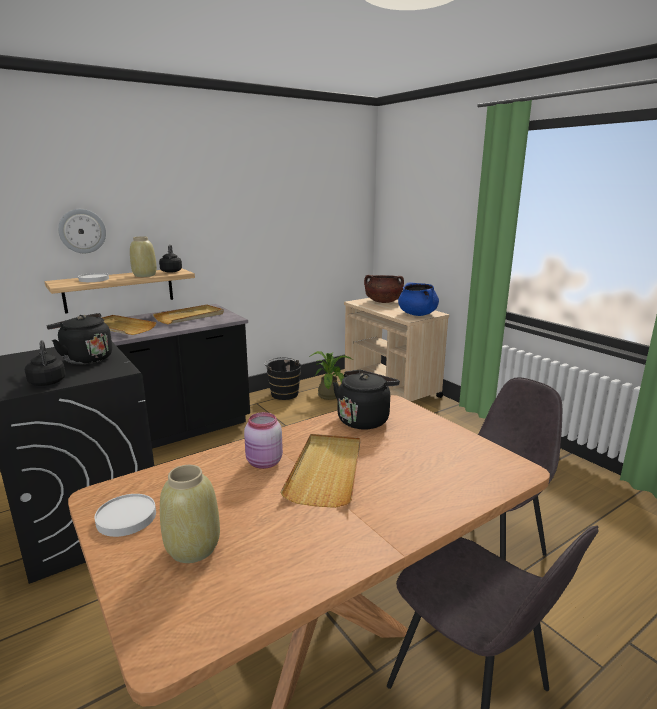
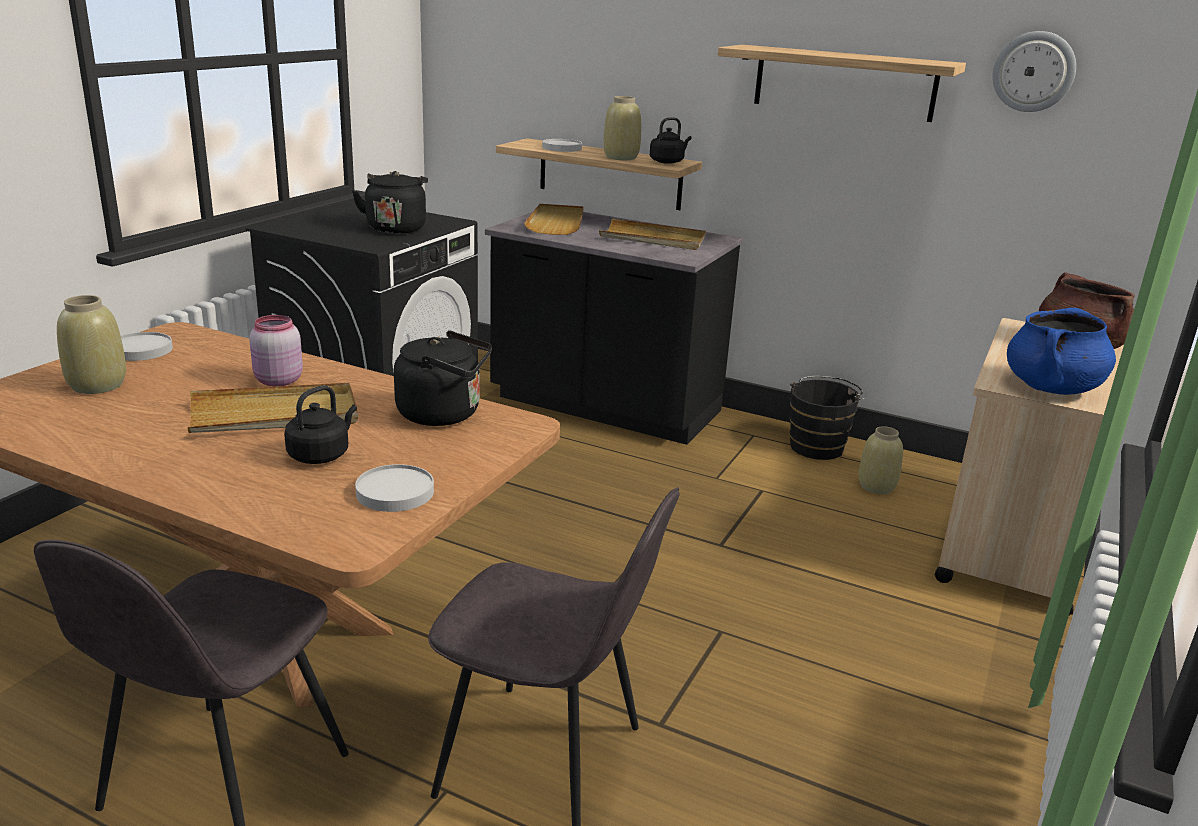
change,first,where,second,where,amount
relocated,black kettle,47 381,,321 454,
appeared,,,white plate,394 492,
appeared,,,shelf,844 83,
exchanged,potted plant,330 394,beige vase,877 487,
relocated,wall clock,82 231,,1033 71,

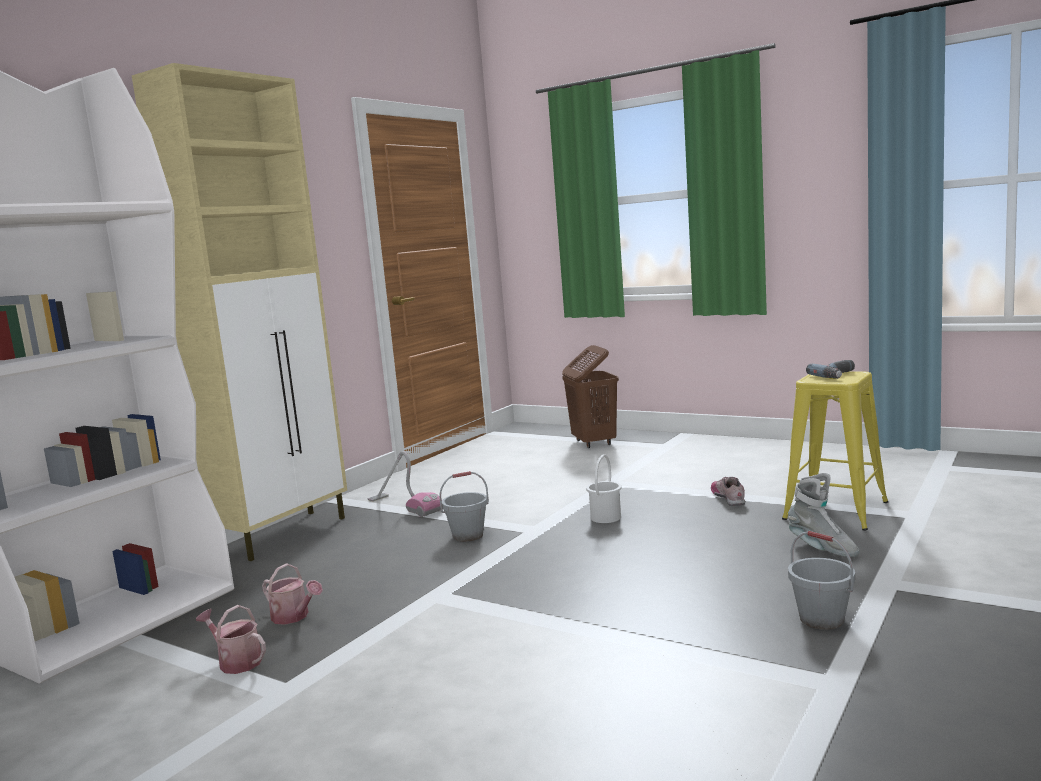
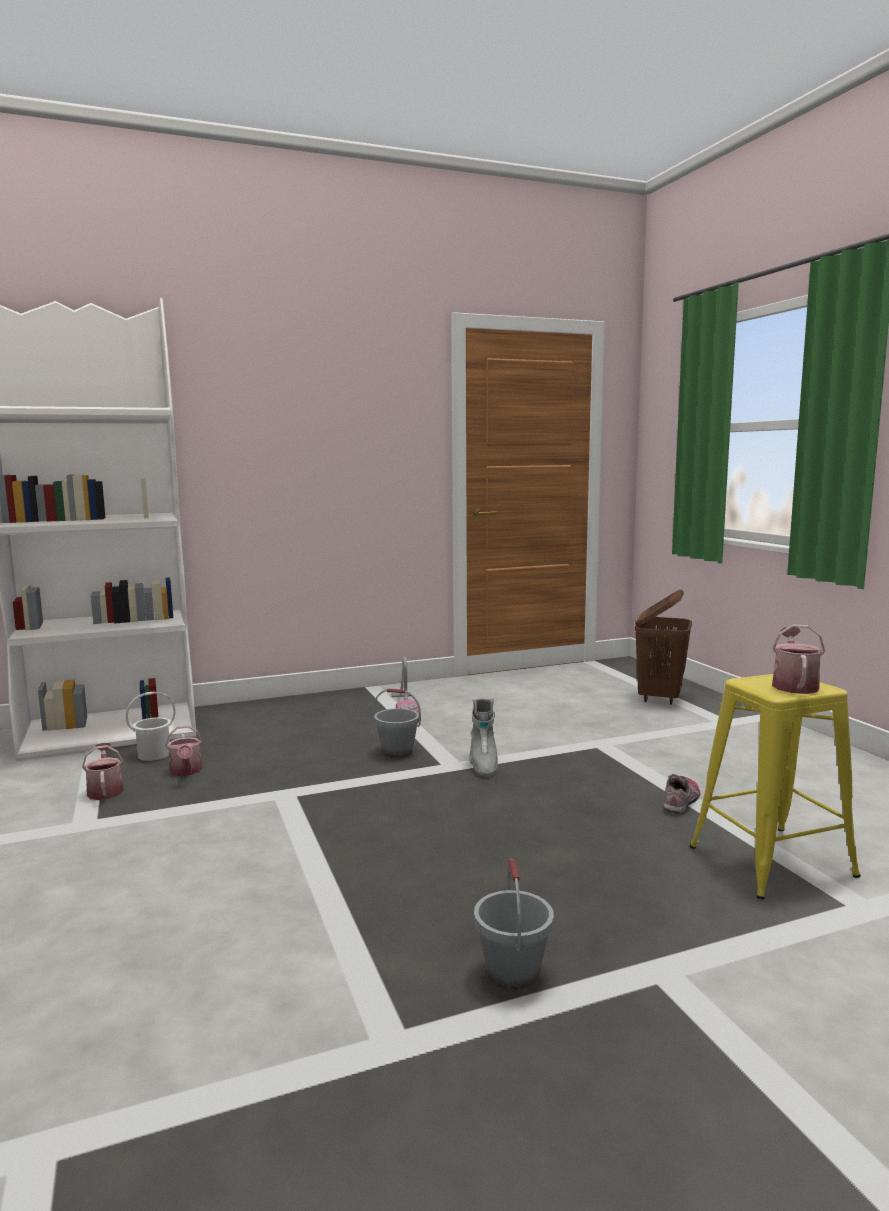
change,first,where,second,where,amount
relocated,white bucket,605 517,,154 754,
relocated,grey boot,822 548,,482 764,
exchanged,power drill,838 375,watering can,794 685,
missing,beige cabinet,285 534,,,

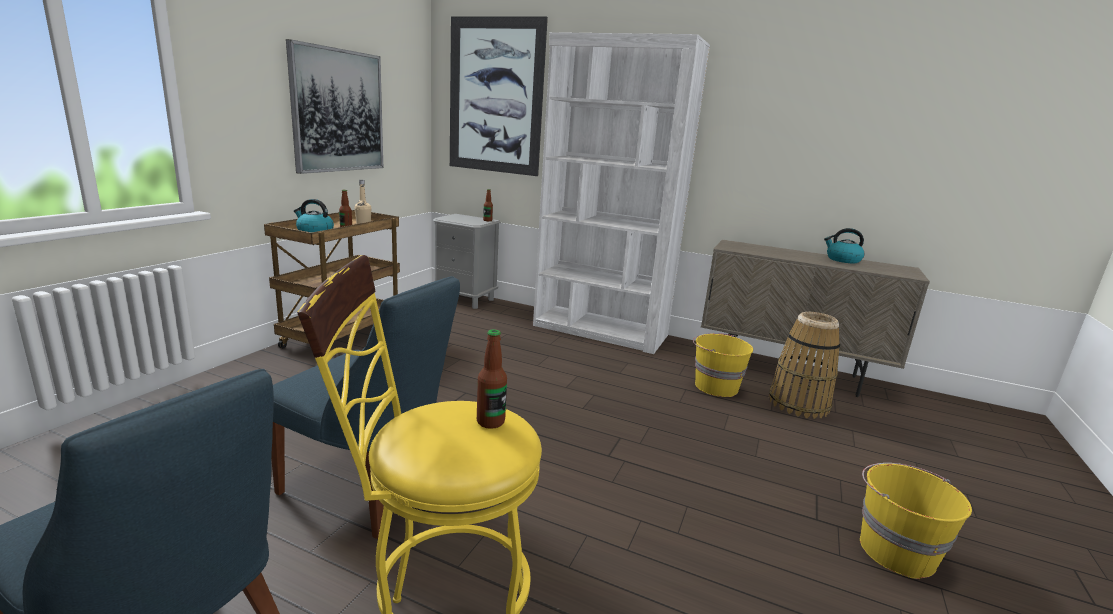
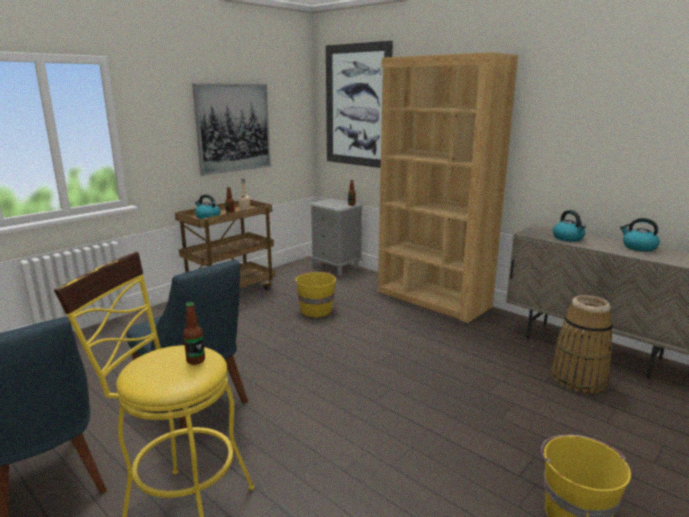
change,first,where,second,where,amount
relocated,yellow bucket,715 386,,315 310,
colour,white bookcase,600 331,brown bookcase,433 299,
appeared,,,kettle,568 238,

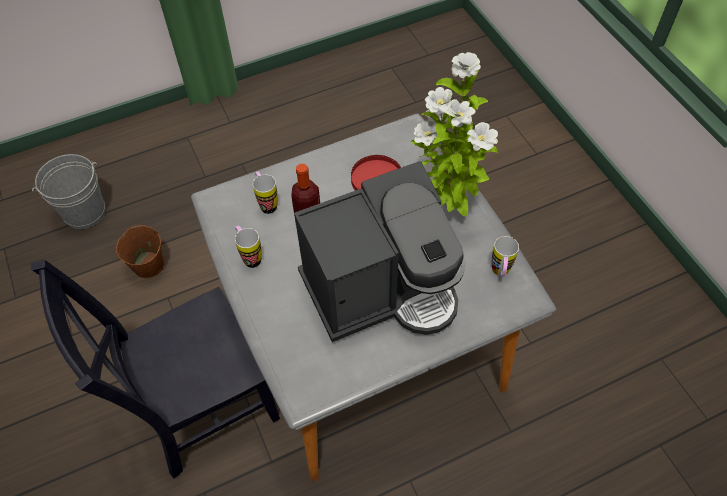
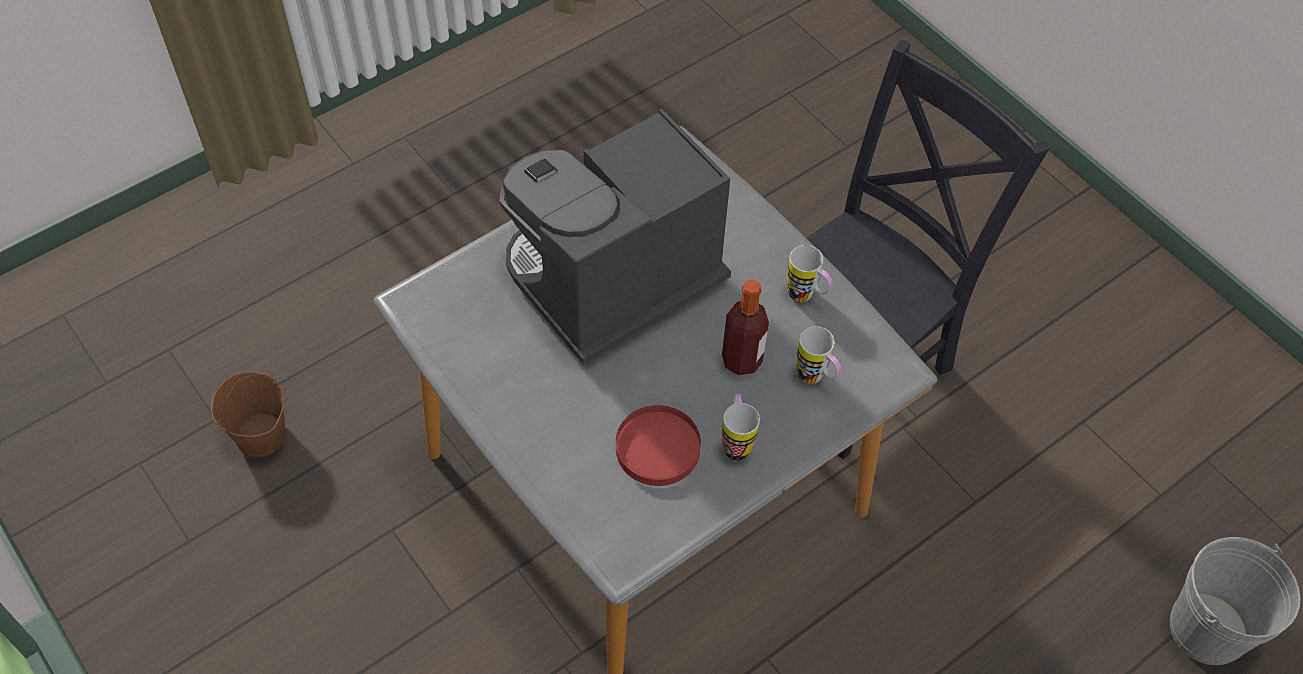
change,first,where,second,where,amount
relocated,brown bucket,148 265,,261 436,
relocated,mug,500 273,,736 441,
missing,potted plant,448 205,,,

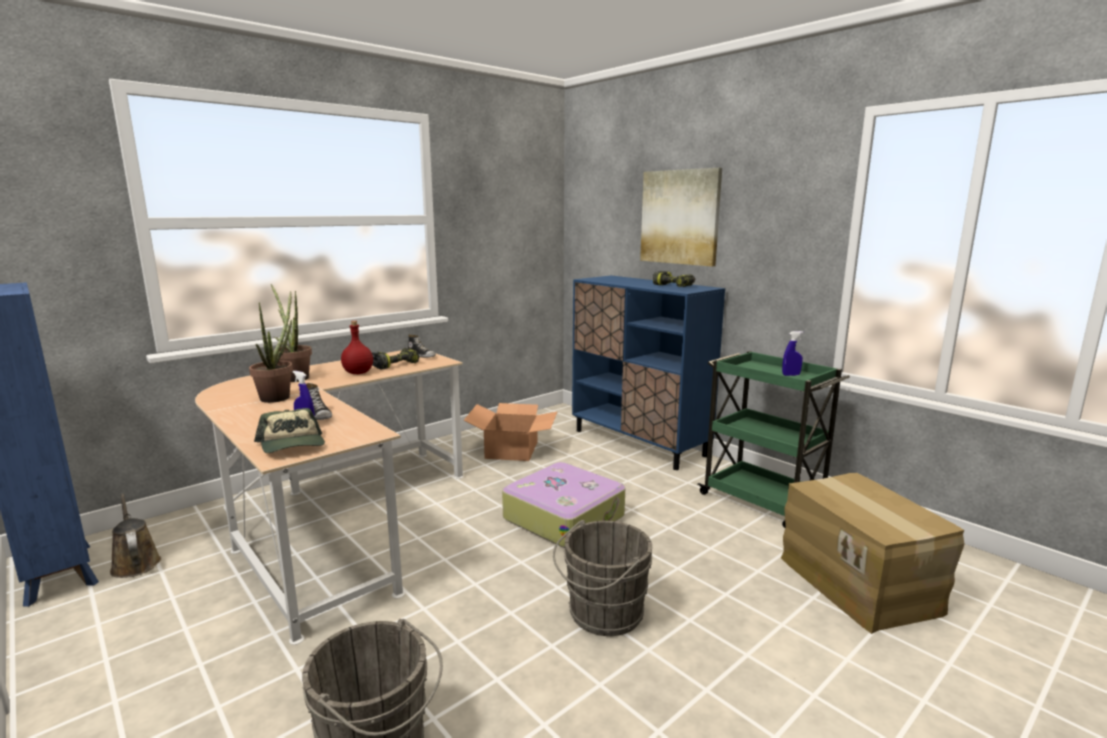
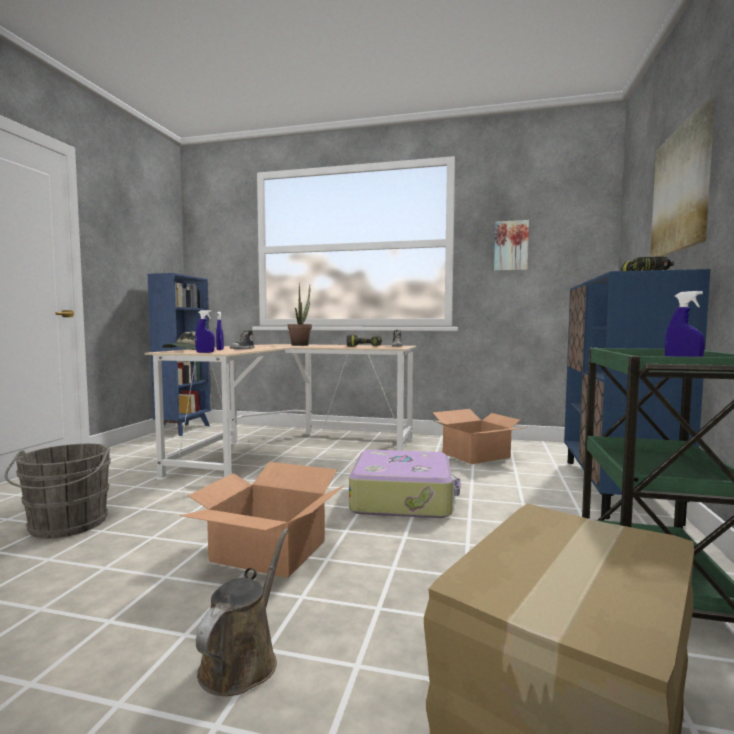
change,first,where,second,where,amount
exchanged,grey bucket,602 614,cardboard box,268 551,
appeared,,,blue spray bottle,205 352,
relocated,brown watering can,135 563,,242 660,
appeared,,,picture,511 246,
missing,potted plant,279 396,,,
missing,red bottle,359 373,,,

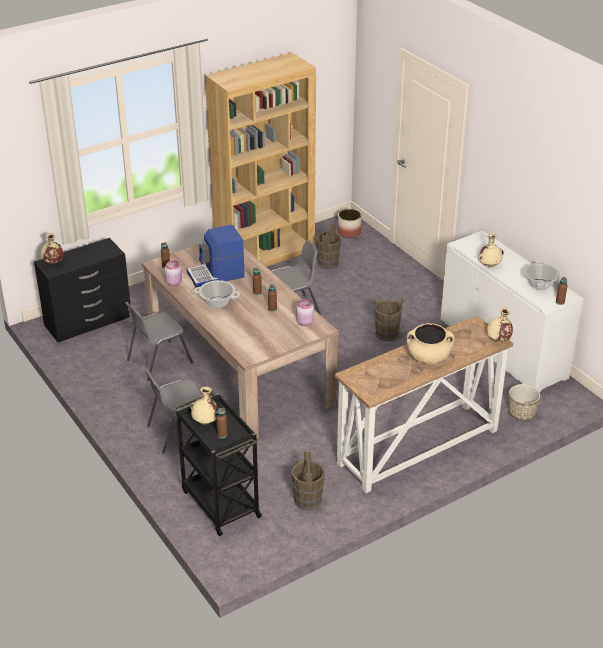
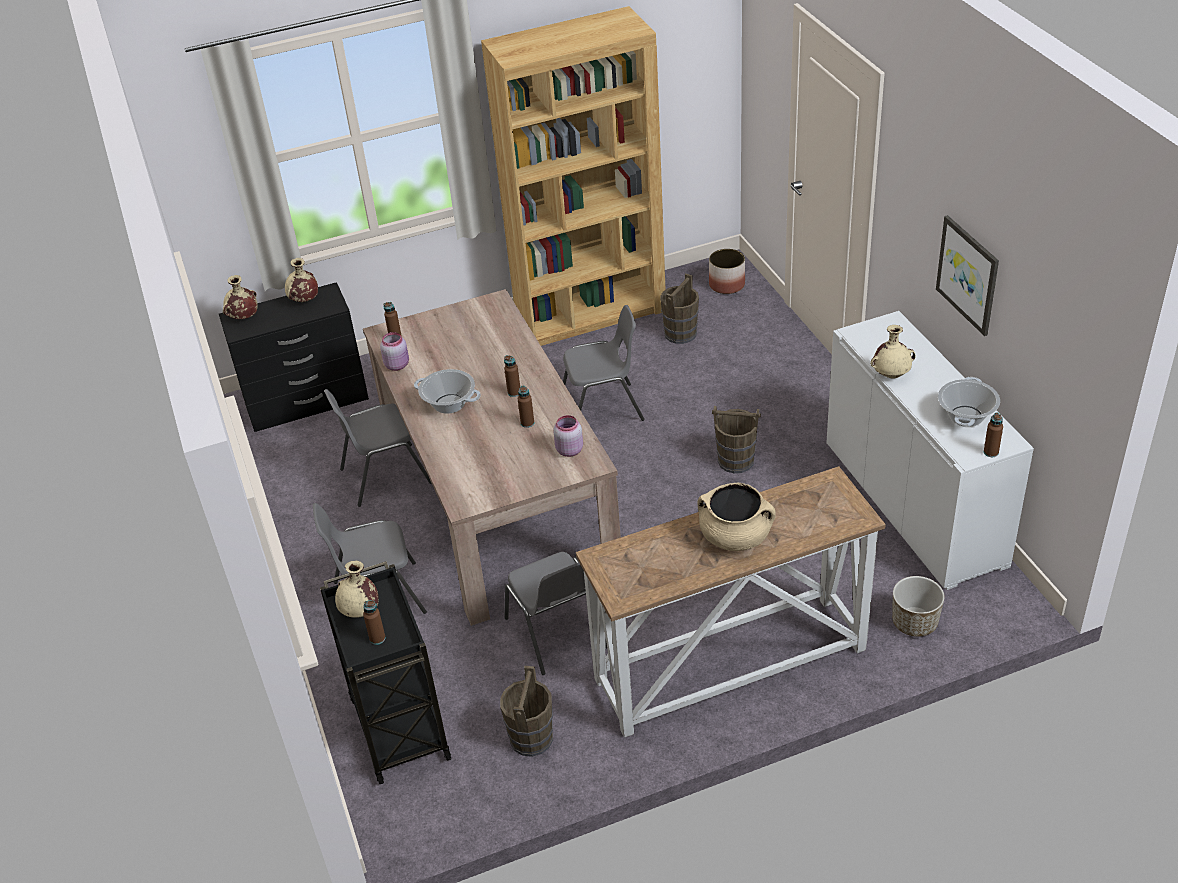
change,first,where,second,where,amount
relocated,beige vase,498 340,,304 300,
appeared,,,grey chair,556 634,
appeared,,,picture,968 274,
missing,coffee machine,216 275,,,

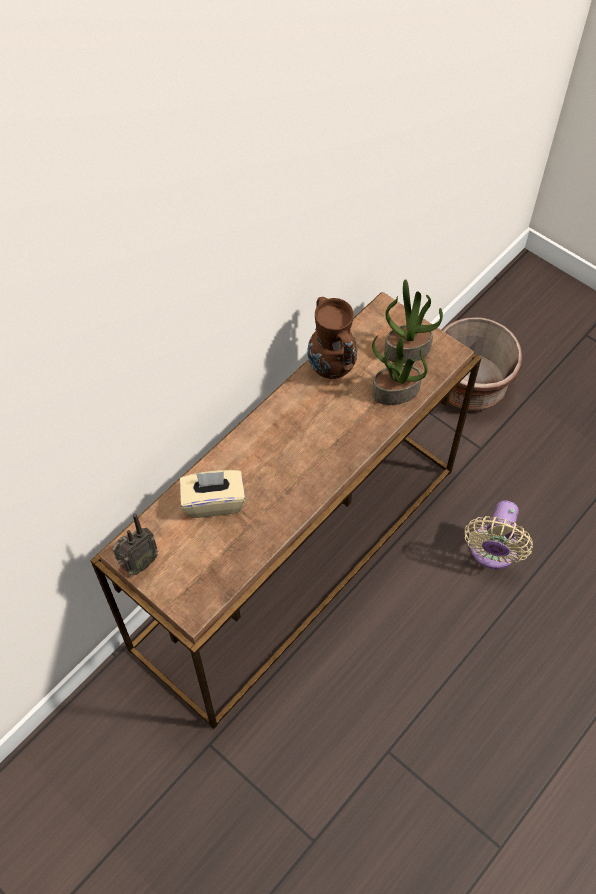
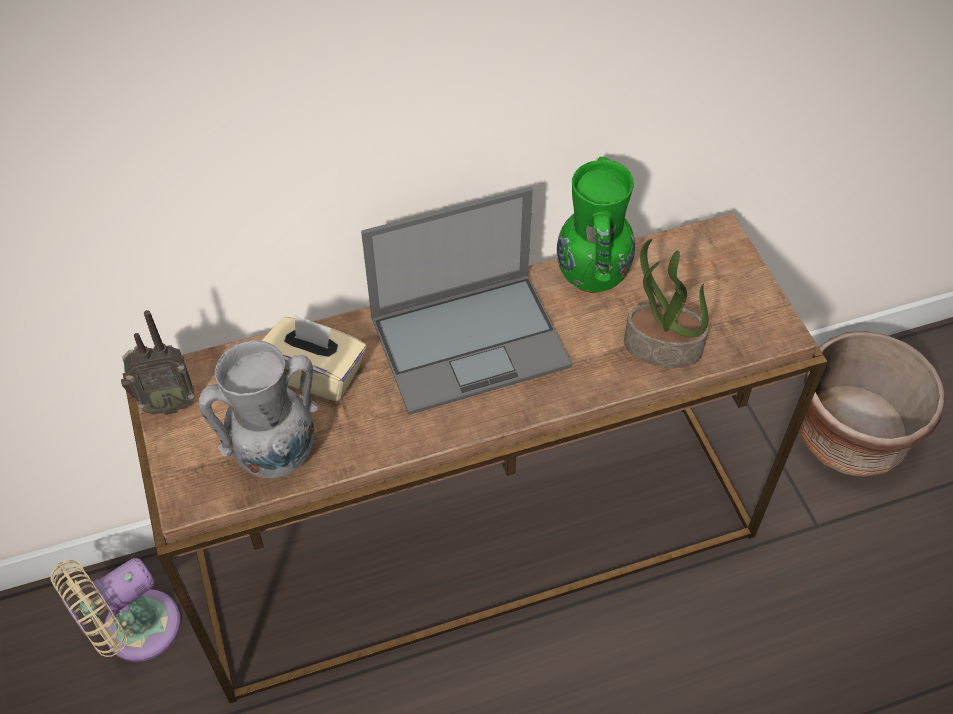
change,first,where,second,where,amount
relocated,beige fan,492 552,,134 631,
appeared,,,grey vase,274 457,
appeared,,,laptop,472 340,
colour,brown vase,331 369,green vase,591 279,
missing,potted plant,407 350,,,

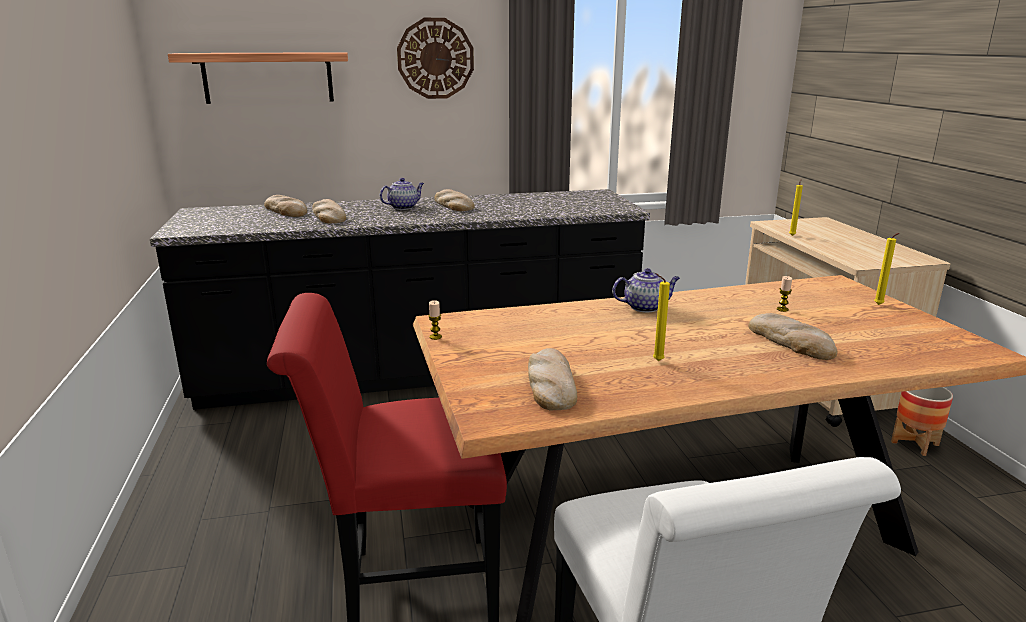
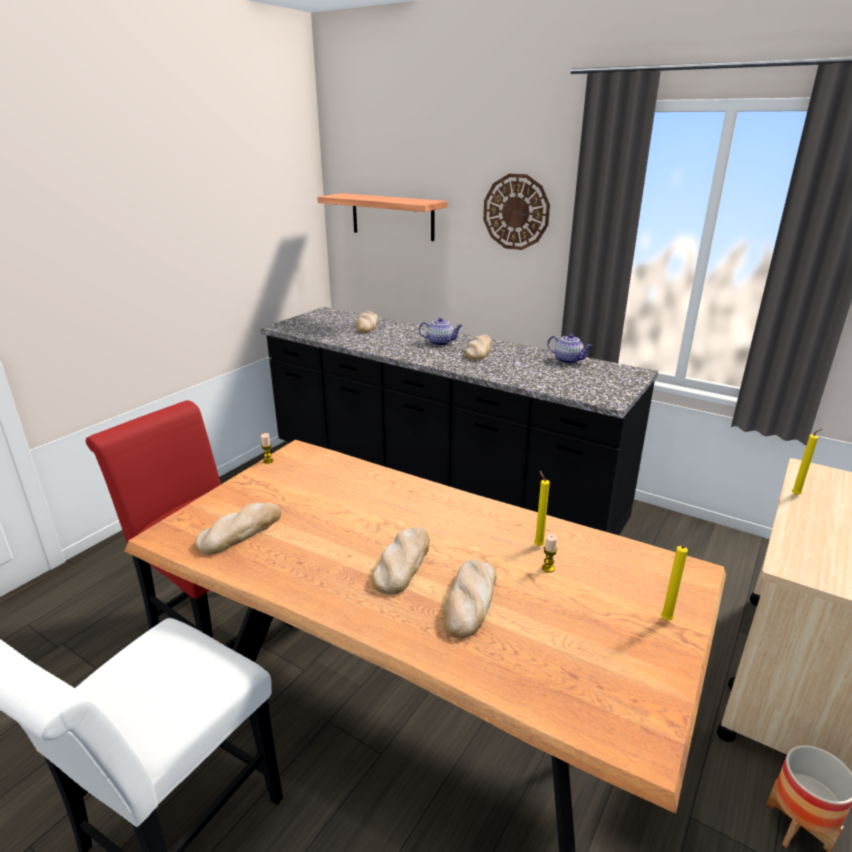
change,first,where,second,where,amount
relocated,bread,328 216,,402 563,
relocated,yellow candle,656 360,,537 545,
relocated,teapot,645 307,,568 360,

